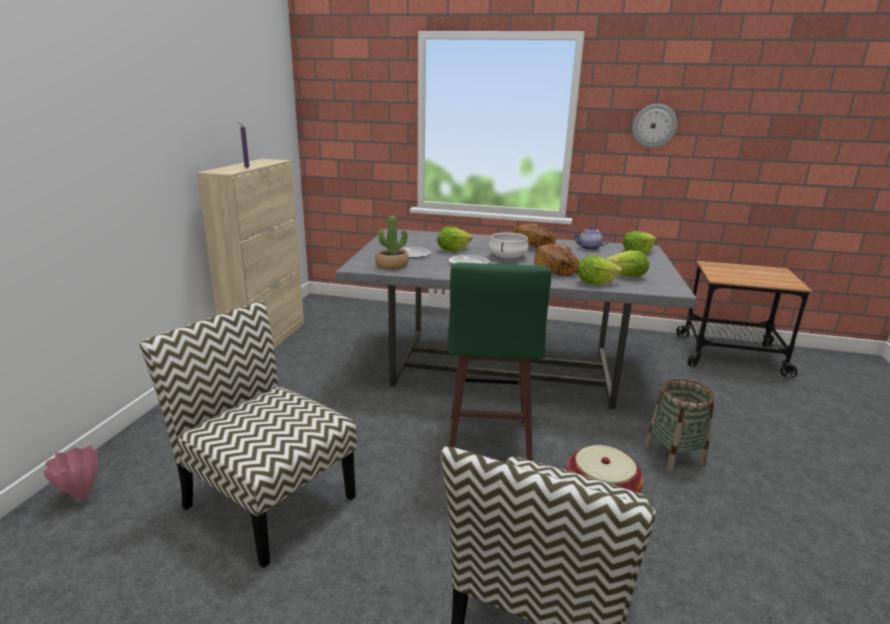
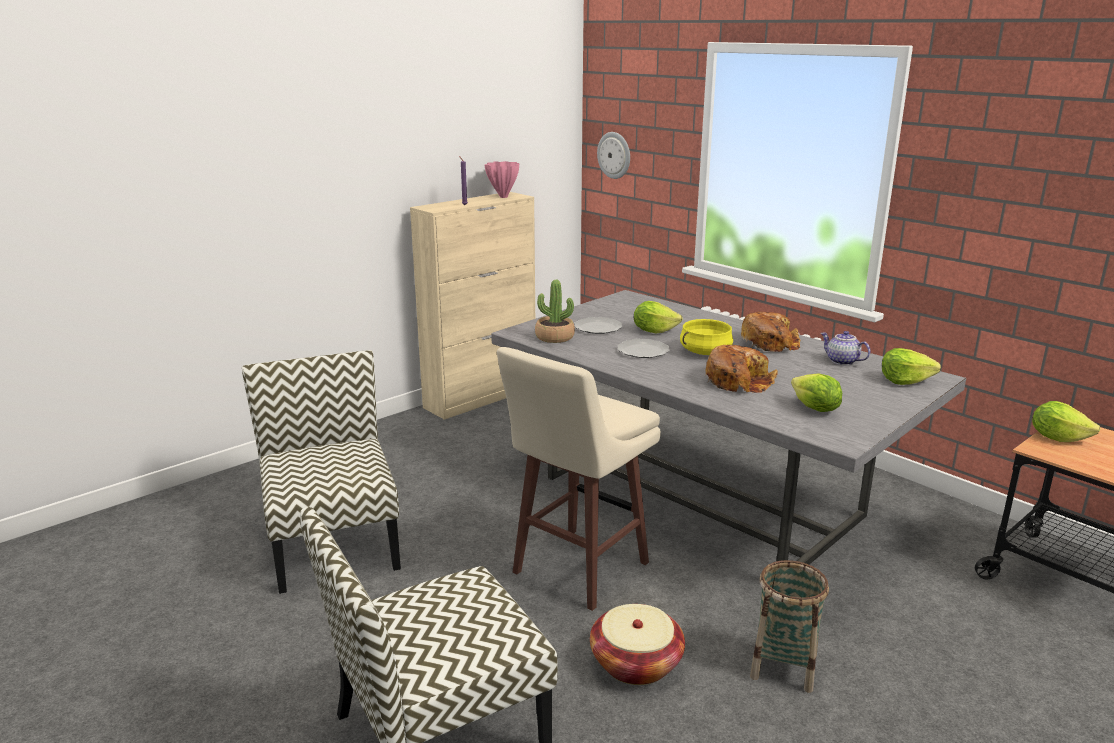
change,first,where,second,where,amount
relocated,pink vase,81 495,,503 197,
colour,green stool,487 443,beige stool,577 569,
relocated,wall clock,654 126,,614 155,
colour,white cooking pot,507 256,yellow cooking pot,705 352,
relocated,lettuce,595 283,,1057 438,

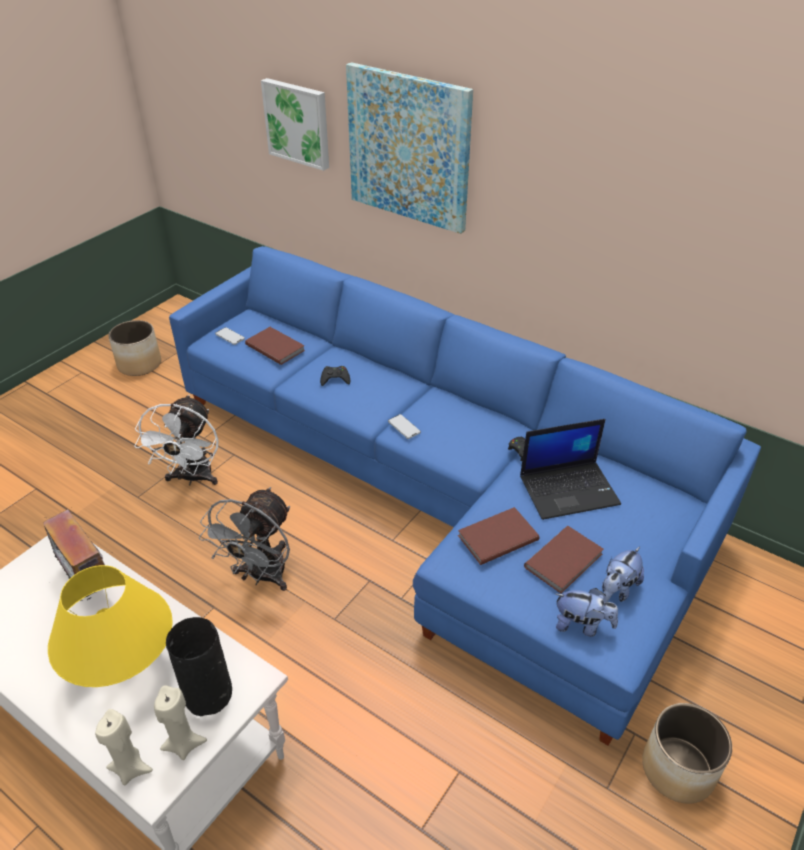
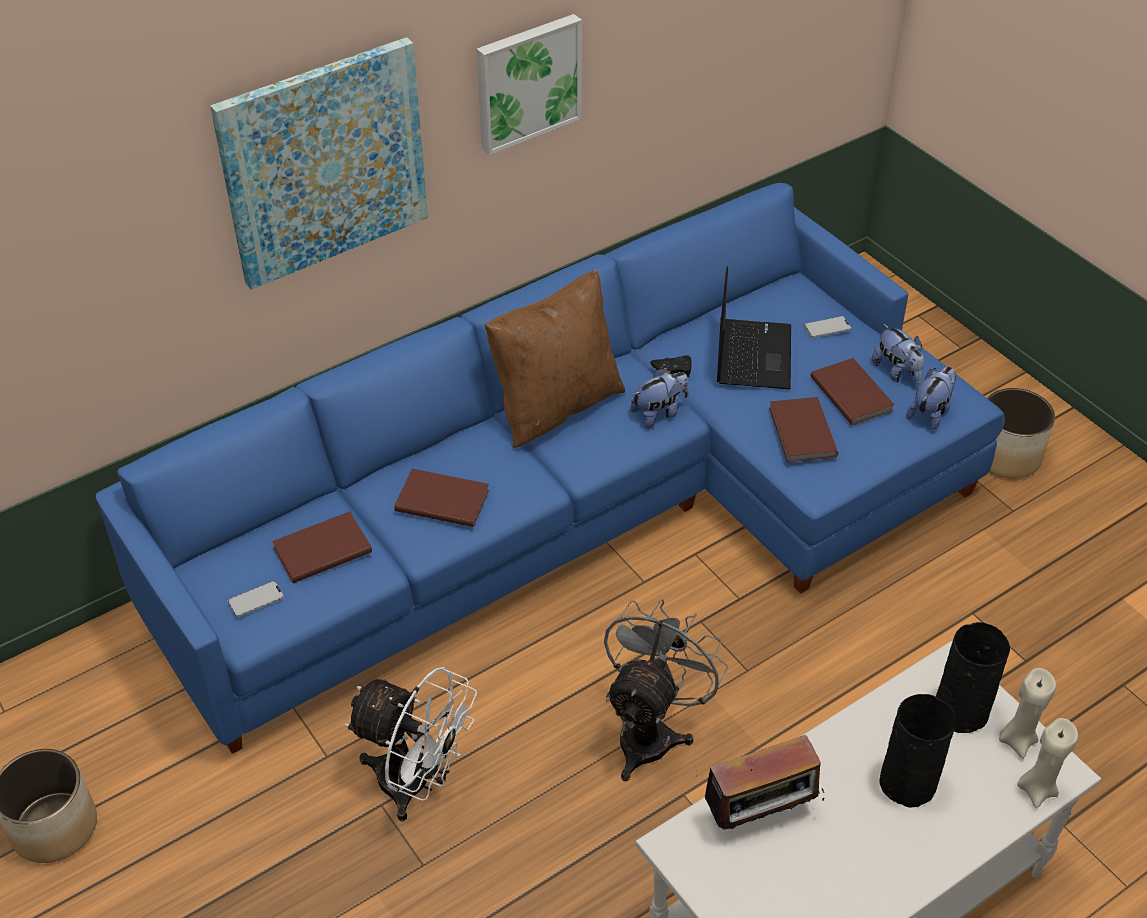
change,first,where,second,where,amount
exchanged,black game controller,335 379,brown book,442 499,
relocated,picture,298 123,,527 82,
appeared,,,brown pillow,555 405,
spun,grey fan,261 576,,651 731,105 degrees counterclockwise
appeared,,,plush toy,659 413,
relocated,phone,404 427,,827 328,
exchanged,yellow table lamp,126 669,black vase,909 784,

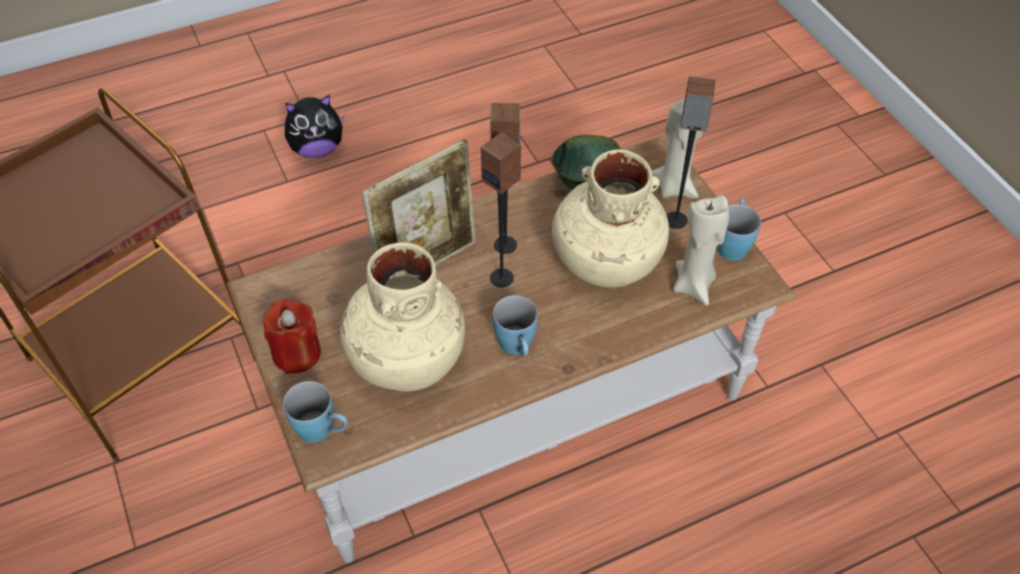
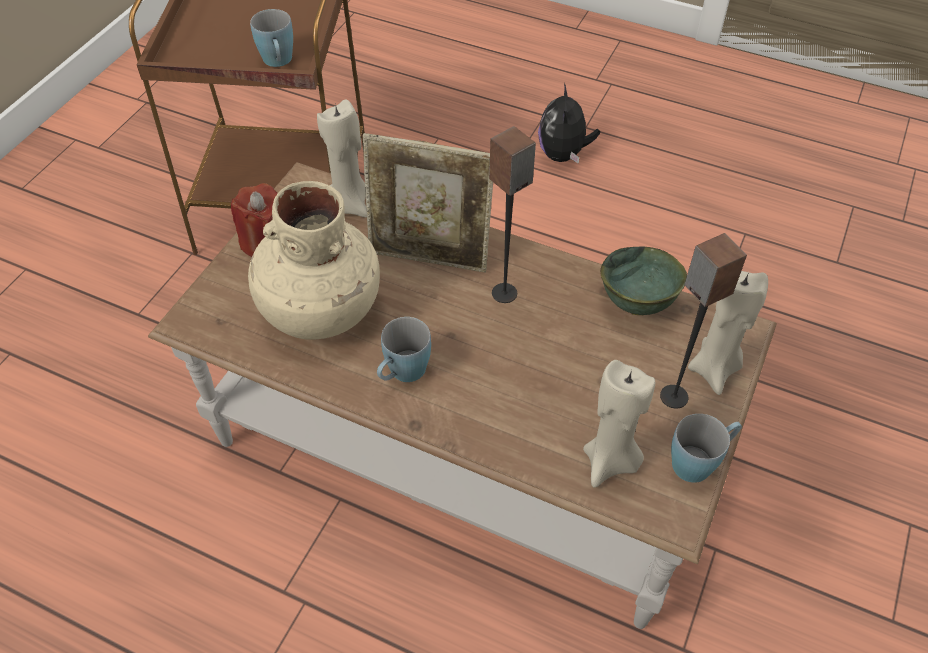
change,first,where,second,where,amount
relocated,blue mug,323 430,,279 62,
appeared,,,beige candle,350 204,
spun,plush toy,317 149,,563 155,60 degrees clockwise
missing,speaker,502 277,,,
missing,beige vase,606 260,,,

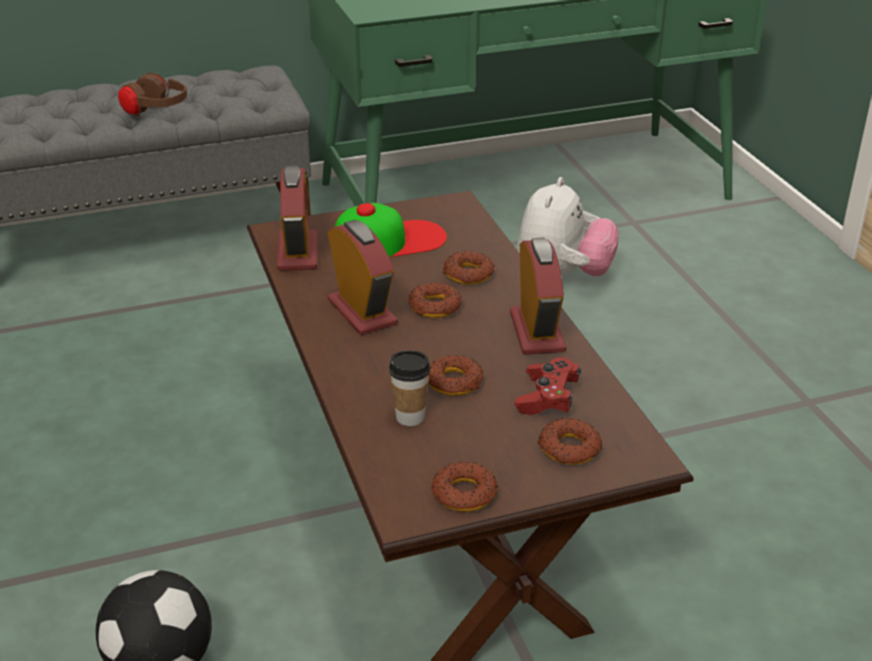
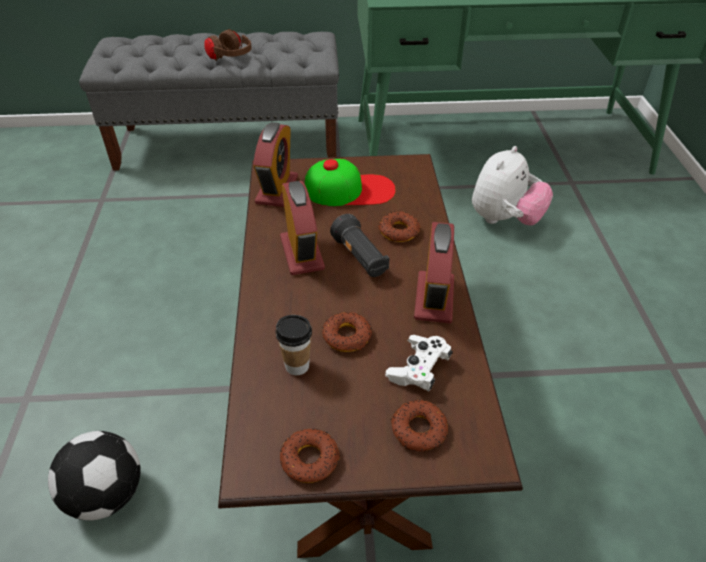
change,first,where,second,where,amount
exchanged,donut,434 307,black flashlight,360 258,
colour,red game controller,547 398,white game controller,418 369,

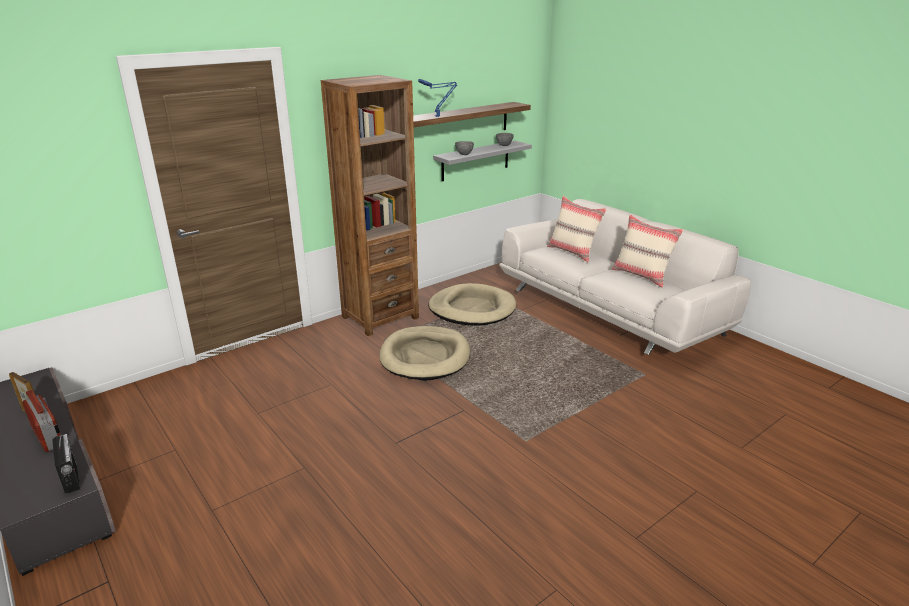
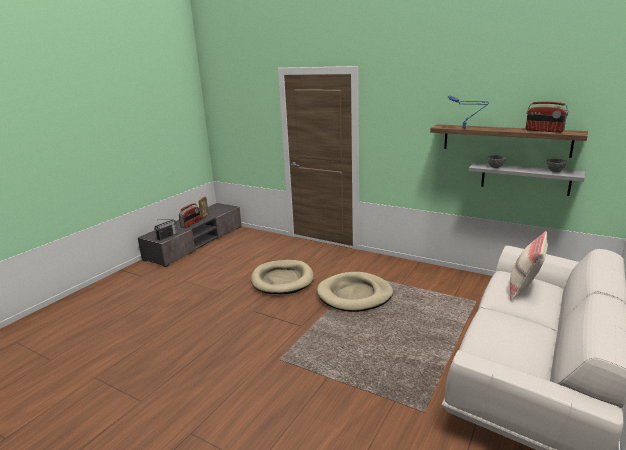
change,first,where,second,where,amount
relocated,beige dog bed,472 309,,282 280,
appeared,,,radio,544 131,
missing,brown bookcase,380 317,,,
missing,beige pillow,642 275,,,

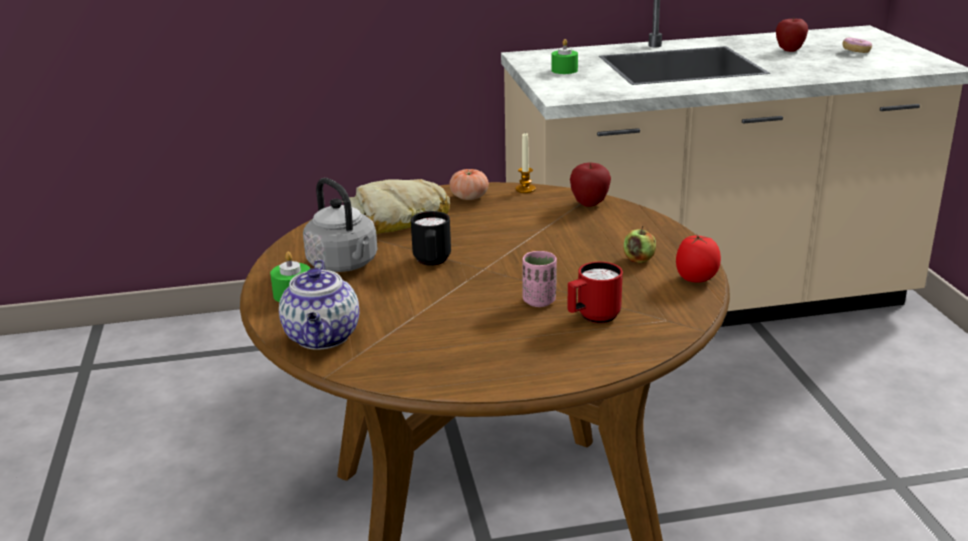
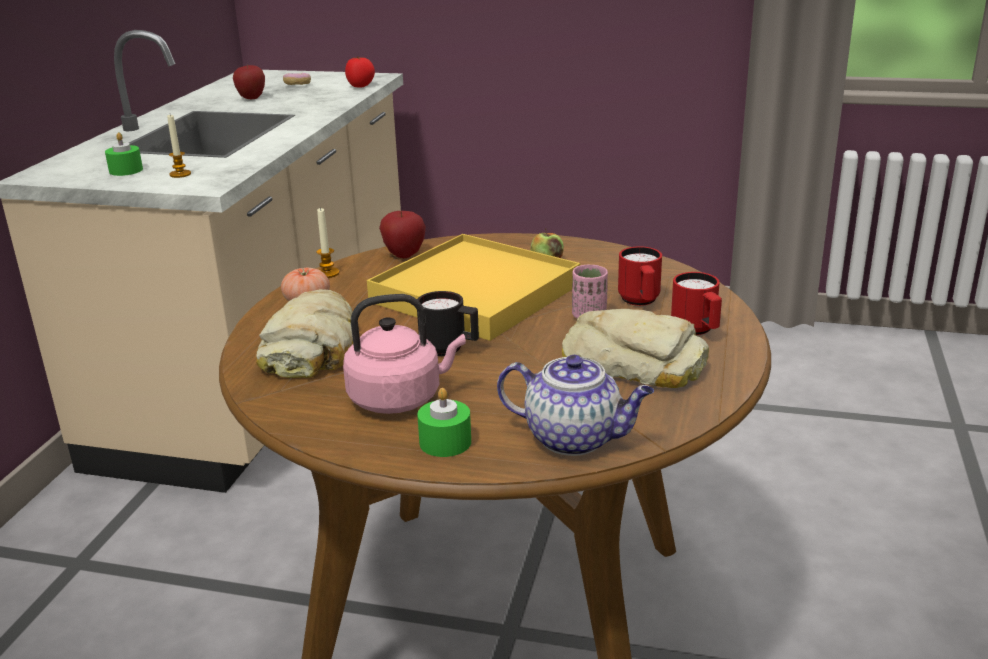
change,first,where,second,where,amount
appeared,,,candle,180 174,
colour,grey kettle,344 265,pink kettle,400 398,
relocated,tomato,696 279,,361 86,
appeared,,,yellow tray,476 293,
appeared,,,bread,635 363,
appeared,,,red mug,697 331,

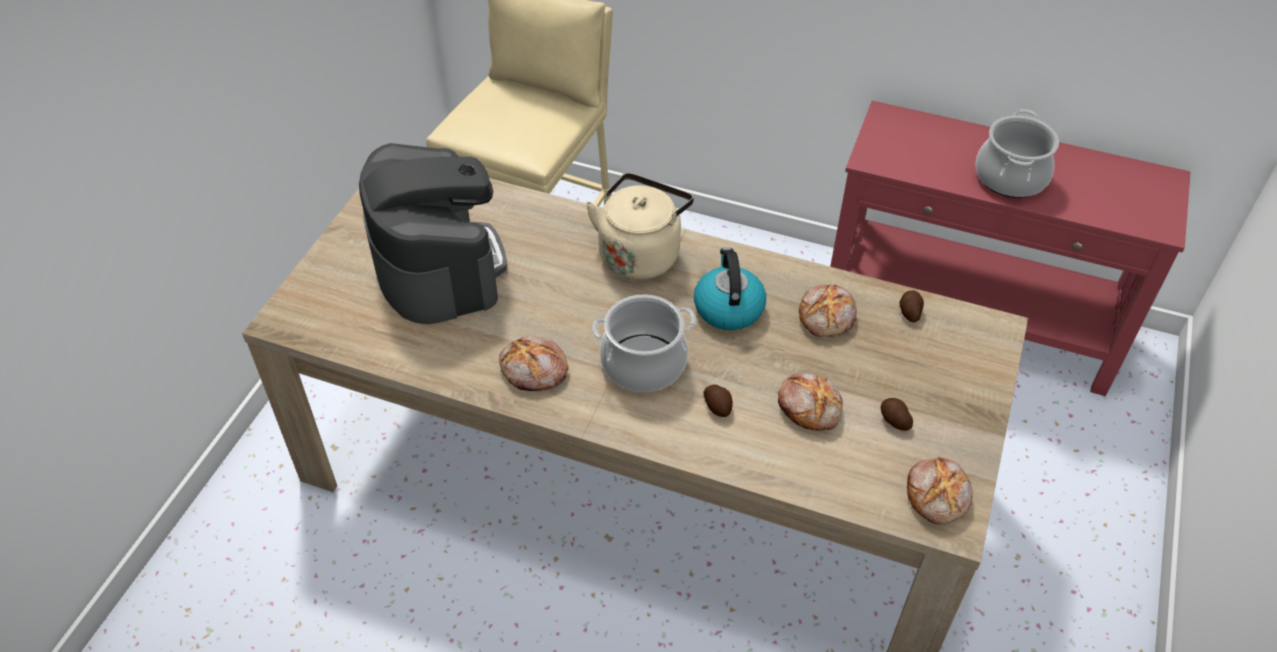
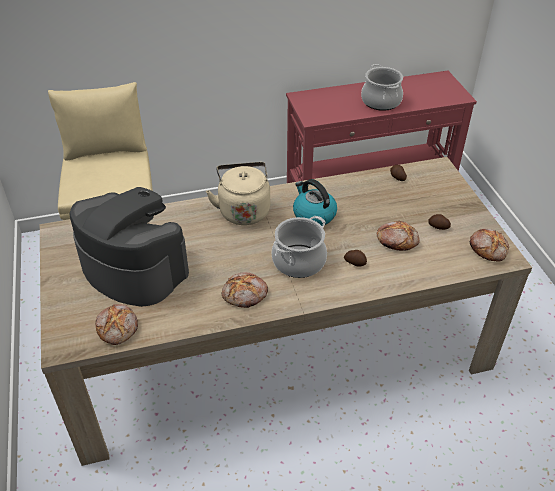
change,first,where,second,where,amount
relocated,bread,827 317,,118 328,

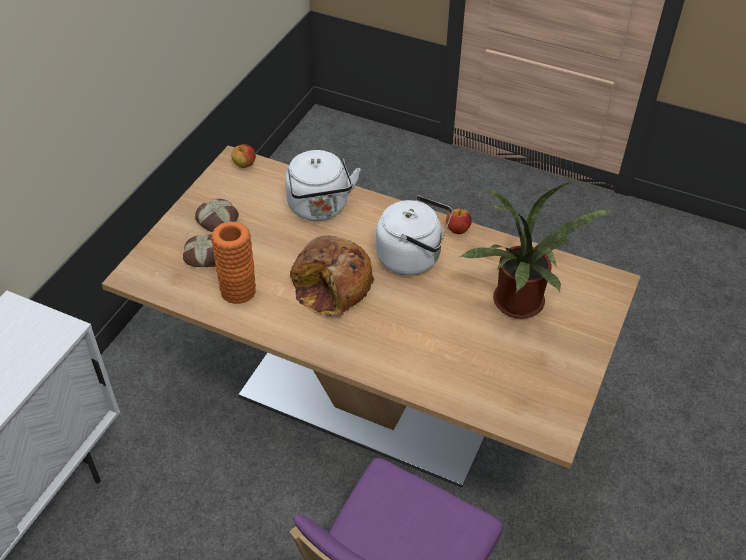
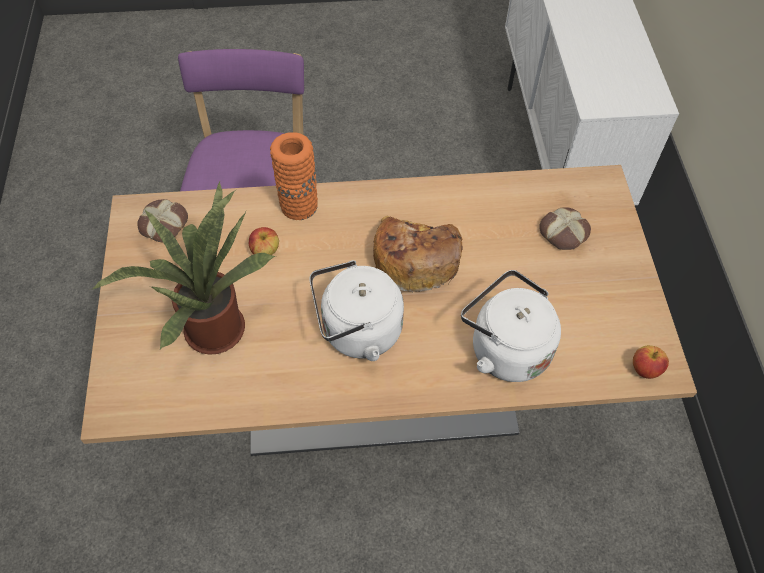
change,first,where,second,where,amount
relocated,bread,217 220,,163 224,
relocated,apple,458 230,,265 251,
relocated,orange vase,238 291,,299 206,

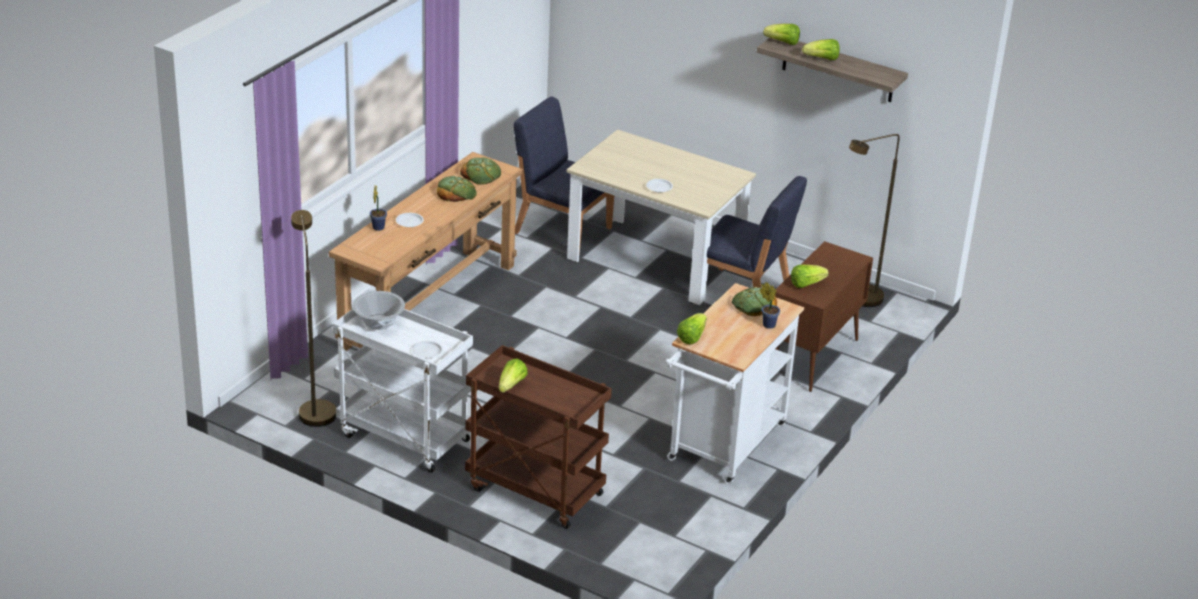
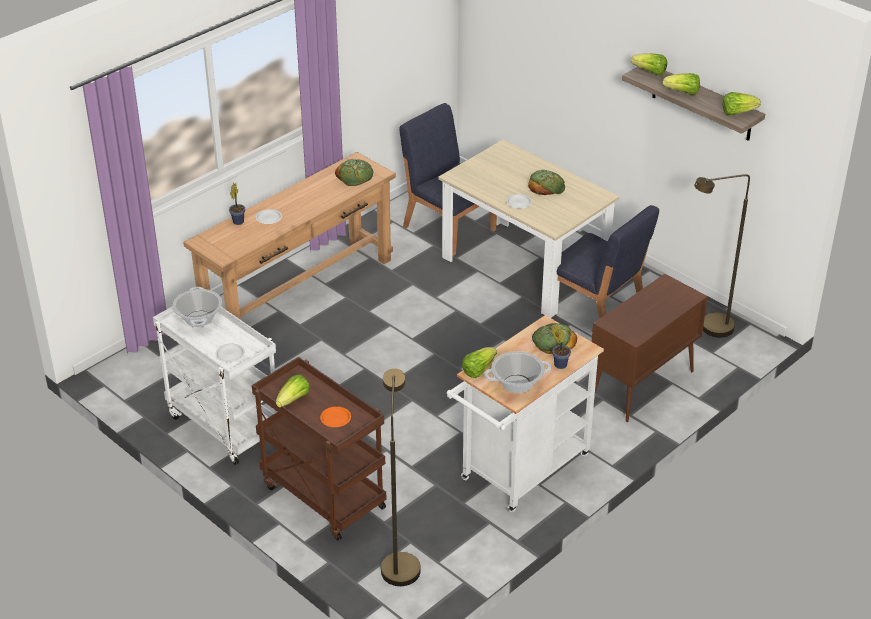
change,first,where,second,where,amount
appeared,,,orange plate,335 419,
relocated,brown floor lamp,315 409,,399 562,
appeared,,,cooking pot,517 384,
relocated,bread,456 192,,546 185,
relocated,lettuce,806 284,,737 112,

